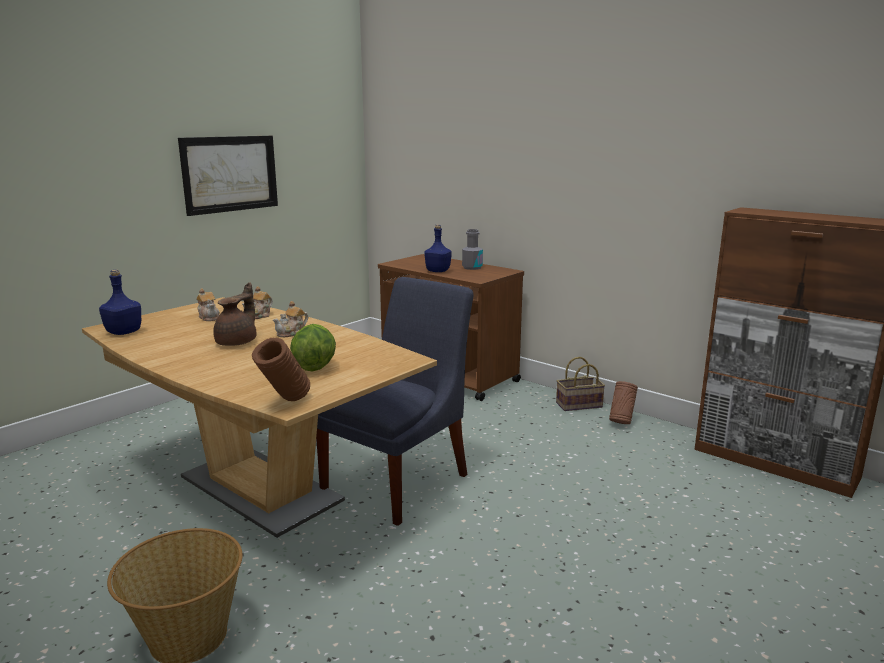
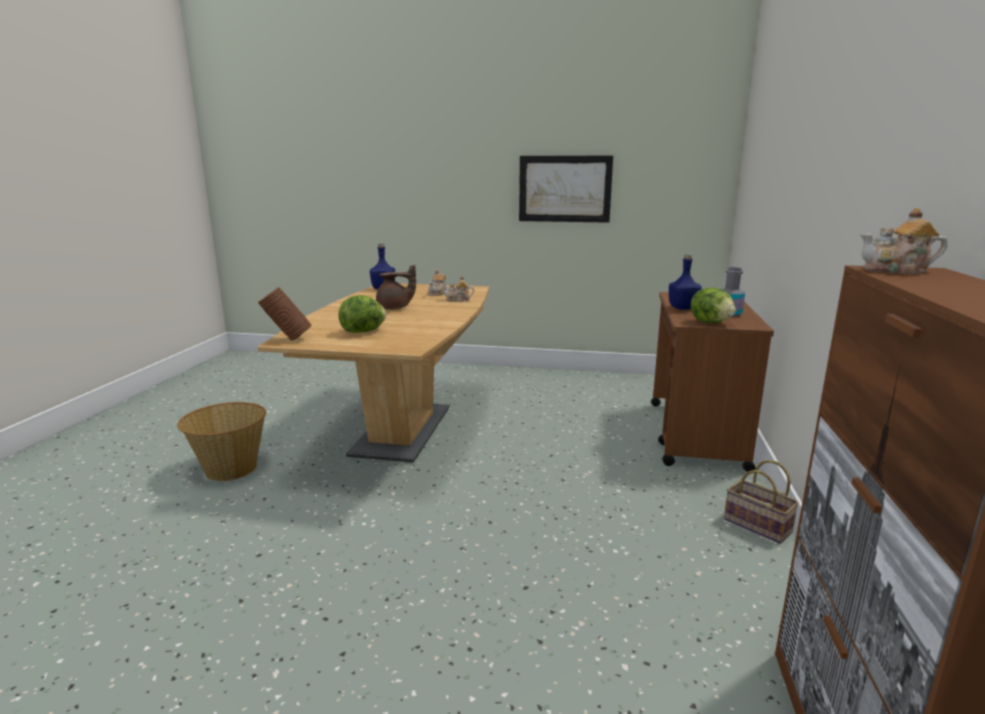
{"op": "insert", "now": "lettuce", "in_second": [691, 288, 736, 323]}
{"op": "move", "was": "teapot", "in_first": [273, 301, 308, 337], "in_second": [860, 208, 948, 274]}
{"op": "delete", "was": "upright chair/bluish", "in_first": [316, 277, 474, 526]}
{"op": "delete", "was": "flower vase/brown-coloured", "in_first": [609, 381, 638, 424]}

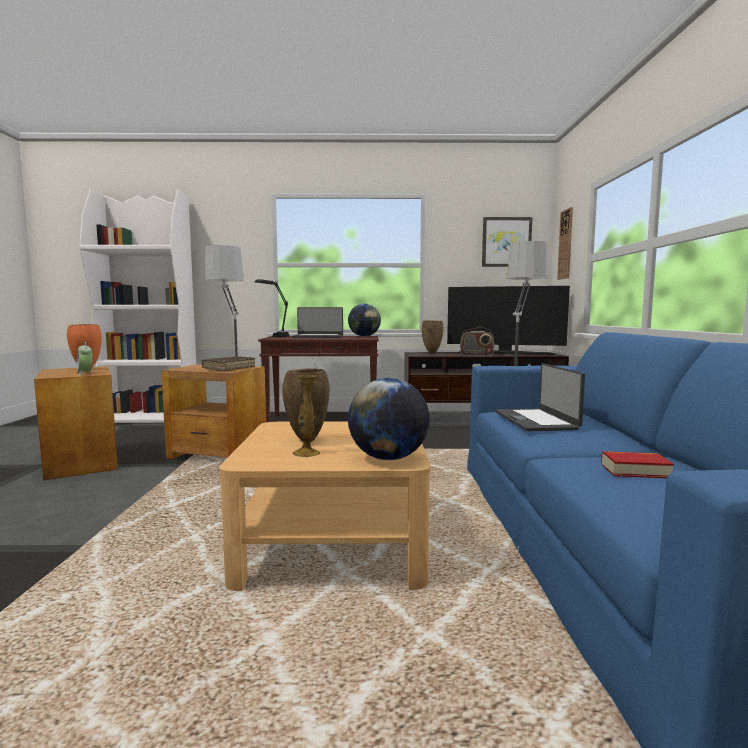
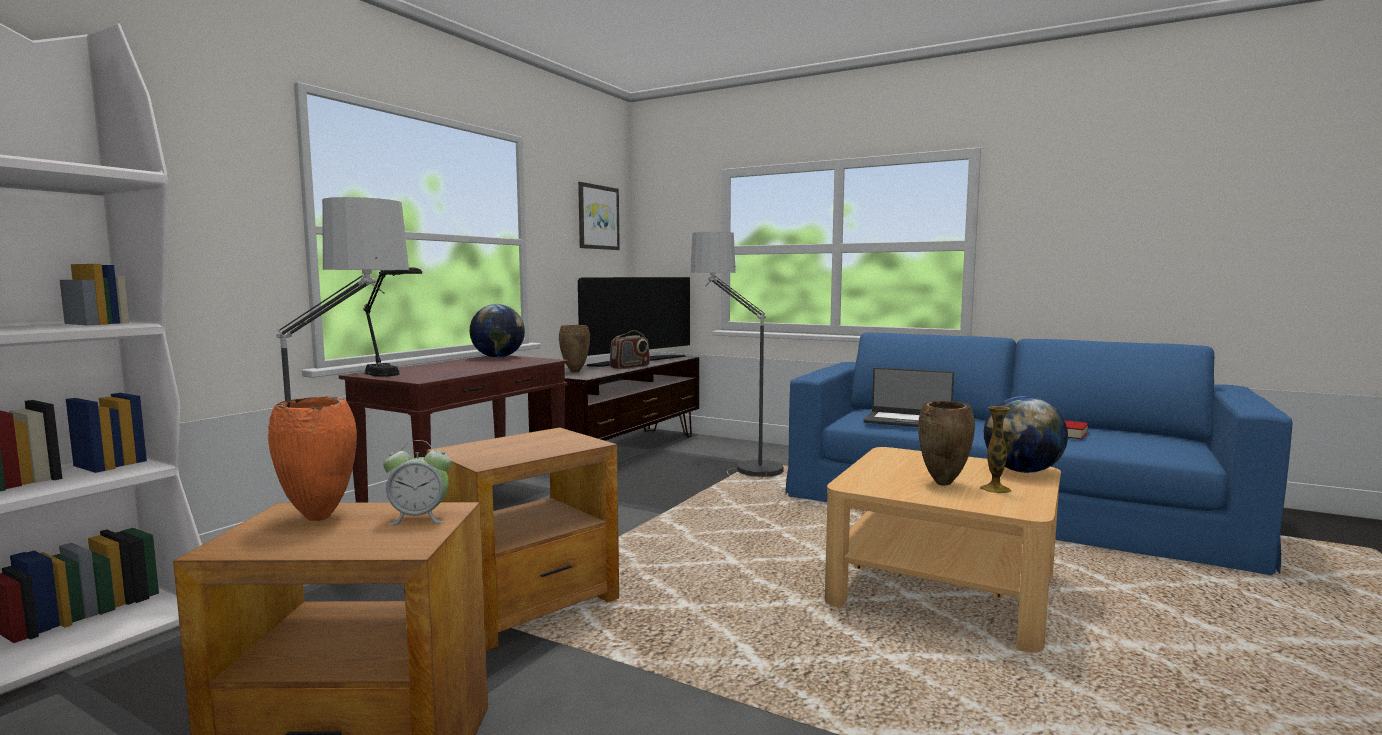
{"op": "delete", "was": "bound book/brown-coloured", "in_first": [202, 356, 255, 371]}
{"op": "delete", "was": "laptop", "in_first": [292, 307, 343, 338]}
{"op": "delete", "was": "clock on the wall", "in_first": [557, 207, 573, 280]}

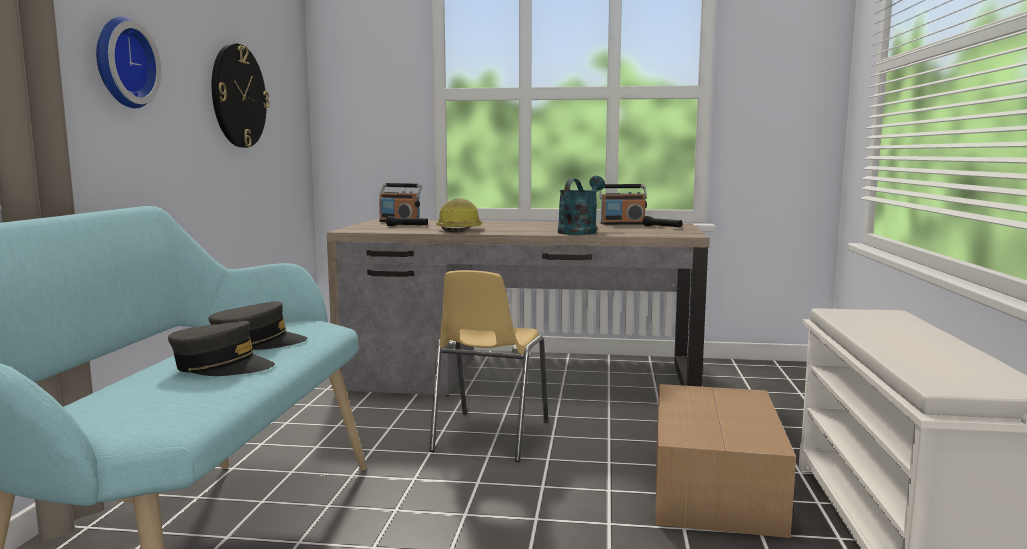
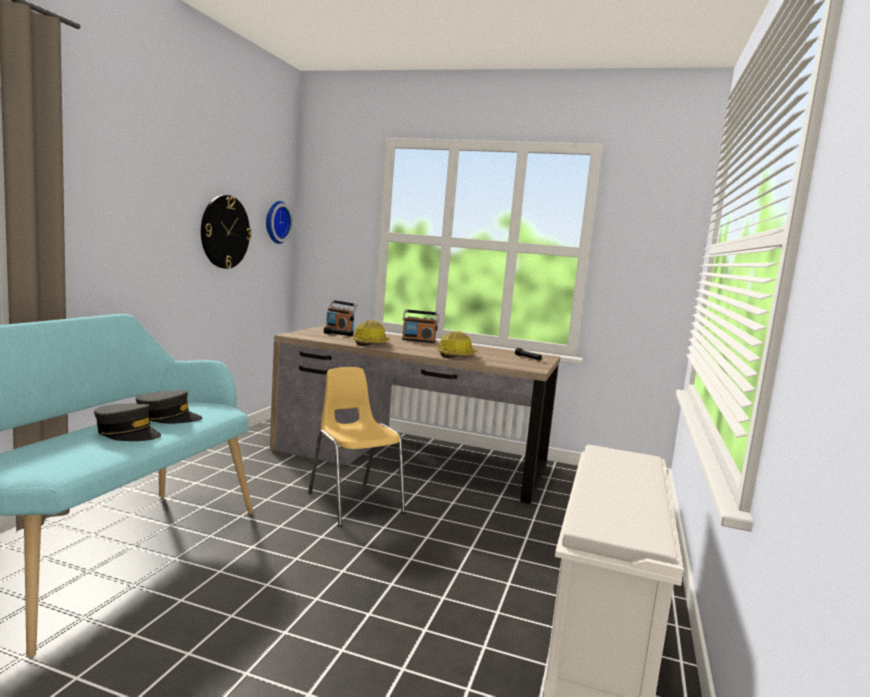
{"op": "move", "was": "clock on the wall", "in_first": [96, 17, 162, 108], "in_second": [266, 201, 293, 244]}
{"op": "rotate", "was": "upright chair/yellow-coloured", "in_first": [429, 270, 548, 462], "in_second": [308, 367, 405, 527], "clockwise": 120}
{"op": "move", "was": "radio set", "in_first": [599, 184, 647, 225], "in_second": [402, 309, 439, 343]}
{"op": "replace", "was": "watering can/turquoise-coloured", "now": "hard hat", "in_first": [558, 176, 605, 235], "in_second": [437, 331, 478, 358]}
{"op": "delete", "was": "cardboard box", "in_first": [655, 384, 796, 538]}

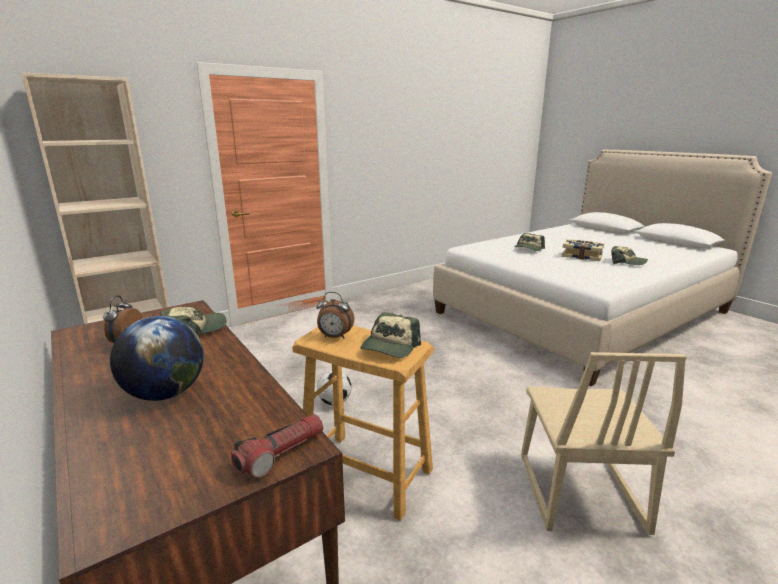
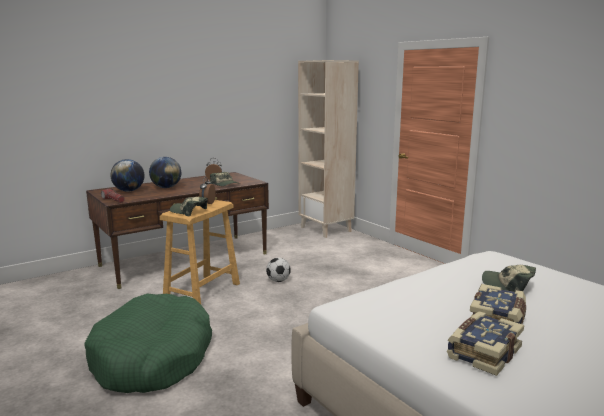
{"op": "replace", "was": "upright chair/beige", "now": "dog cushion/greenish", "in_first": [521, 352, 687, 535], "in_second": [84, 293, 212, 393]}
{"op": "insert", "now": "world globe", "in_second": [110, 159, 144, 192]}
{"op": "replace", "was": "baseball cap", "now": "bound book", "in_first": [611, 246, 648, 265], "in_second": [447, 311, 524, 376]}

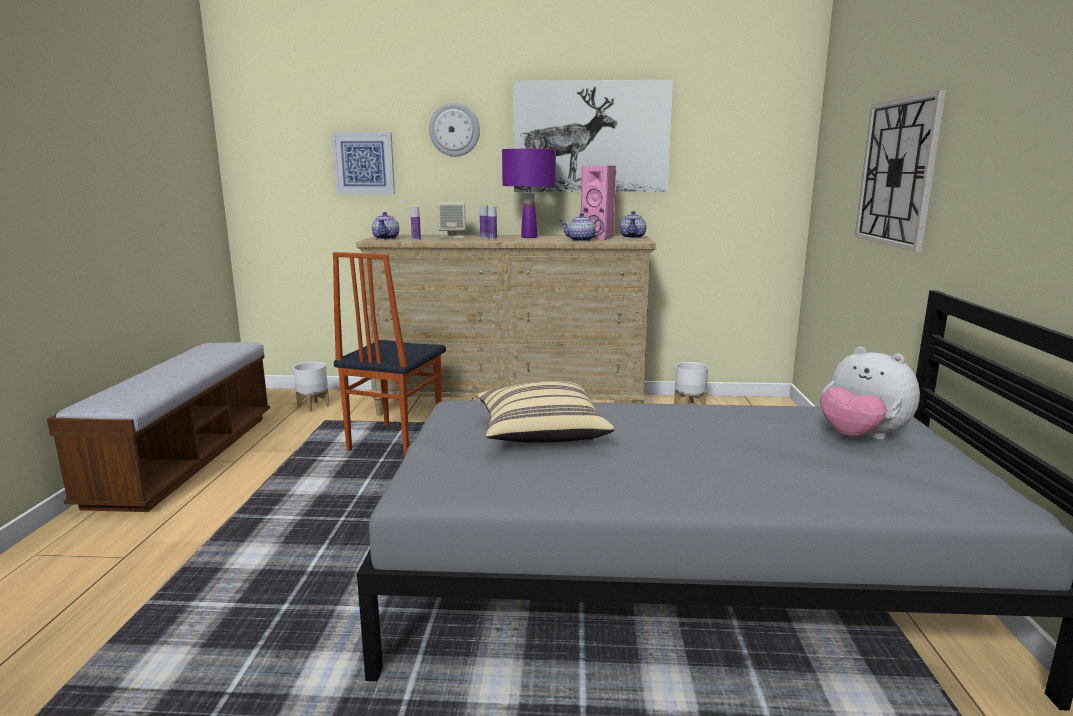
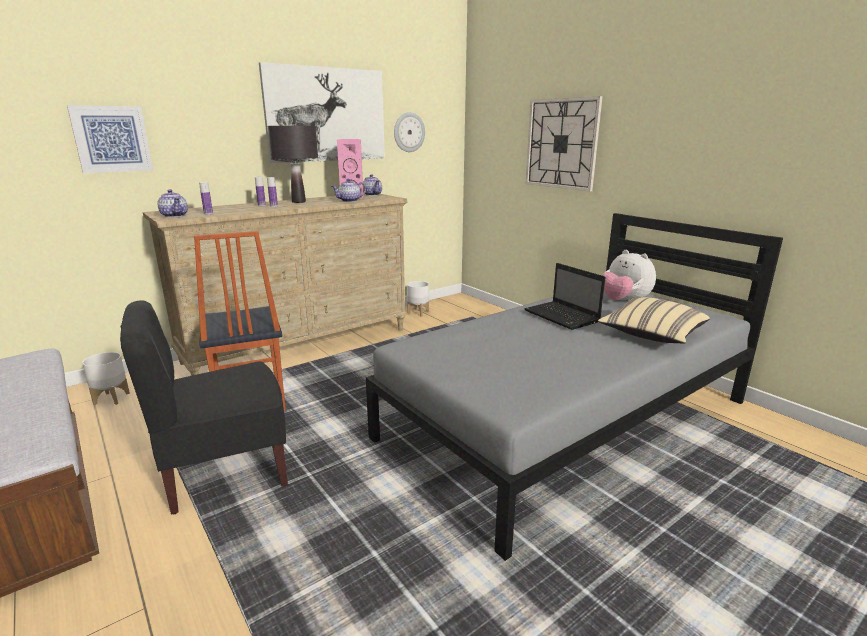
{"op": "insert", "now": "upright chair/black-coloured", "in_second": [120, 300, 288, 515]}
{"op": "recolor", "was": "table lamp/purplish", "now": "table lamp/black-coloured", "in_first": [502, 149, 556, 238], "in_second": [268, 126, 318, 203]}
{"op": "move", "was": "clock on the wall", "in_first": [429, 103, 480, 157], "in_second": [394, 112, 425, 152]}
{"op": "insert", "now": "laptop", "in_second": [524, 263, 606, 330]}
{"op": "move", "was": "pillow/beige", "in_first": [477, 381, 614, 443], "in_second": [598, 297, 710, 343]}
{"op": "rotate", "was": "cuddly toy", "in_first": [820, 346, 920, 440], "in_second": [602, 250, 656, 301], "clockwise": 45}
{"op": "delete", "was": "audio speaker/beige", "in_first": [437, 202, 466, 238]}

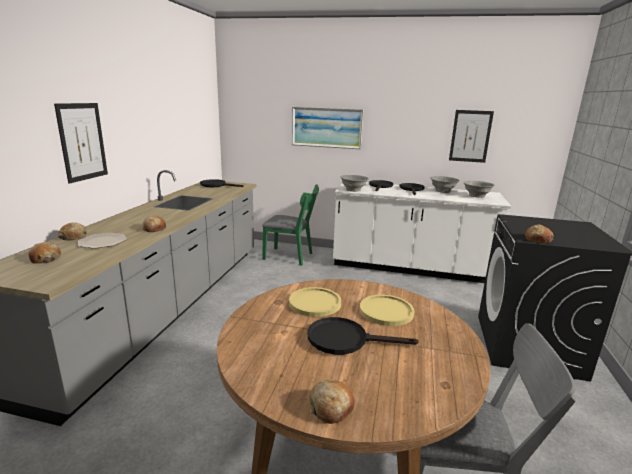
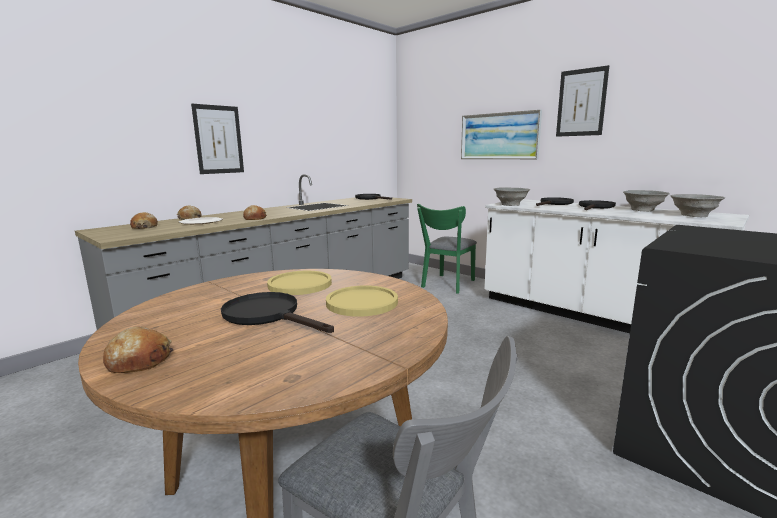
{"op": "rotate", "was": "upright chair/greenish", "in_first": [262, 184, 319, 266], "in_second": [417, 204, 477, 293], "clockwise": 75}
{"op": "move", "was": "picture", "in_first": [449, 110, 494, 163], "in_second": [556, 65, 609, 137]}
{"op": "delete", "was": "bread", "in_first": [525, 225, 554, 243]}

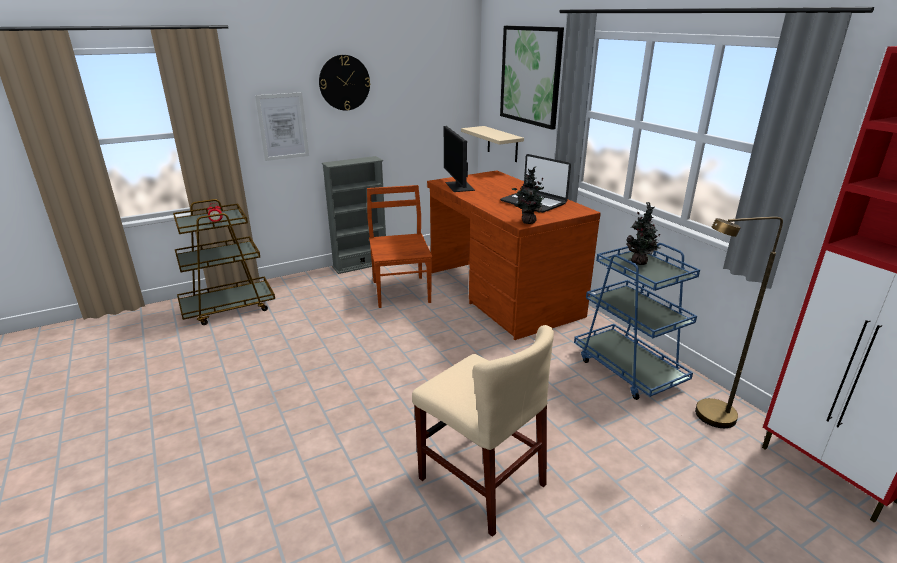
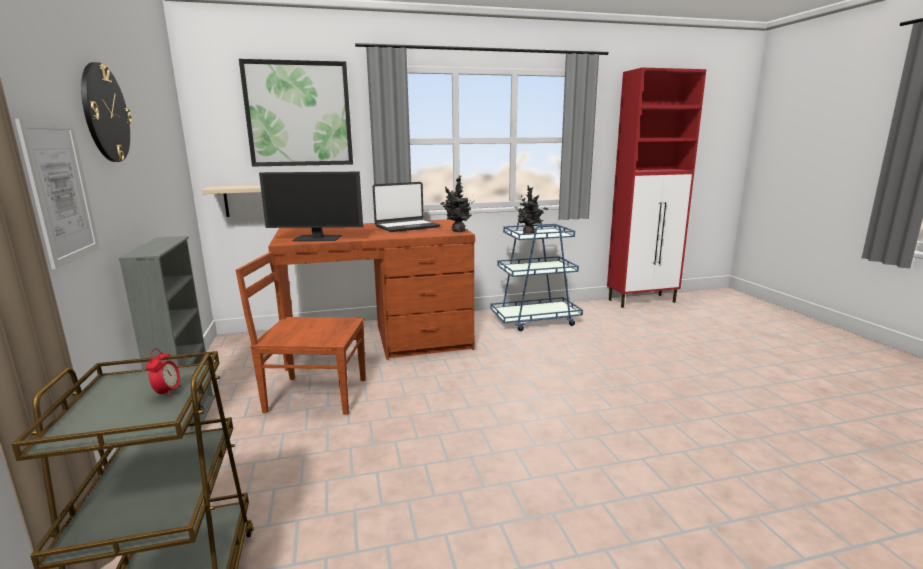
{"op": "delete", "was": "upright chair/beige", "in_first": [412, 325, 554, 537]}
{"op": "delete", "was": "floor lamp/brown-coloured", "in_first": [695, 217, 783, 428]}

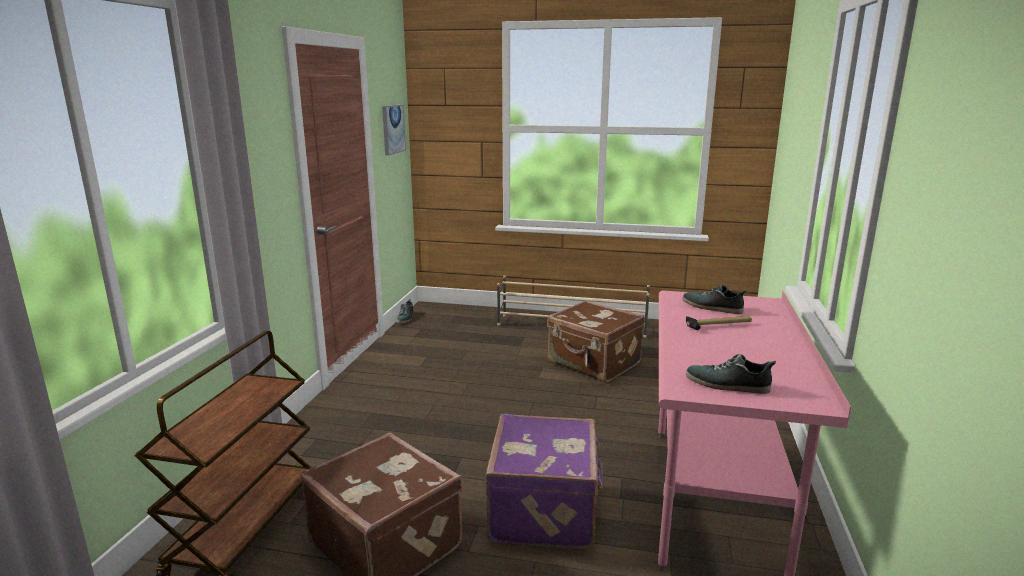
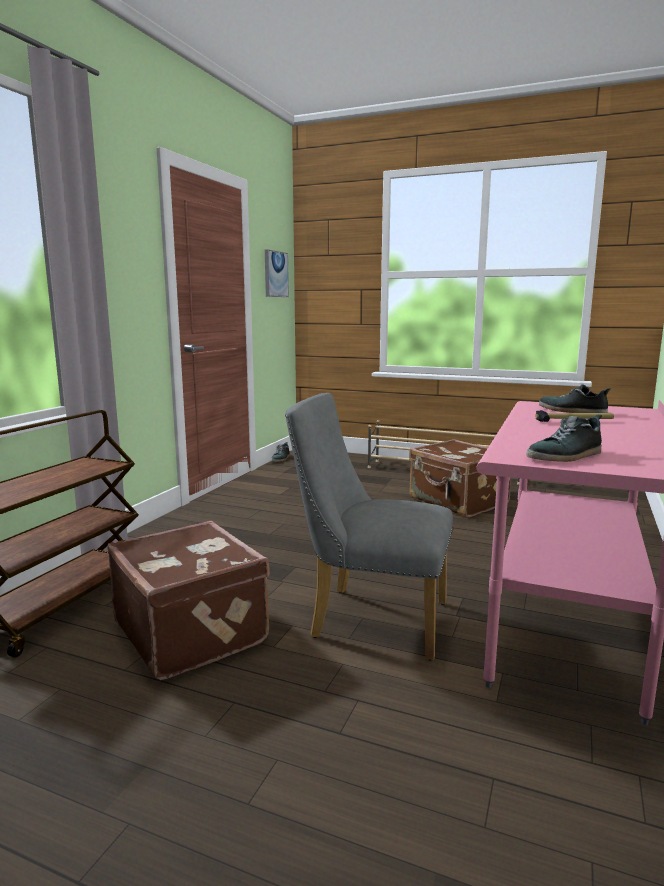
{"op": "replace", "was": "travel case/purplish", "now": "upright chair/gray", "in_first": [485, 414, 603, 549], "in_second": [285, 393, 453, 661]}
{"op": "rotate", "was": "item of footwear", "in_first": [686, 354, 776, 394], "in_second": [526, 414, 602, 462], "clockwise": -60}

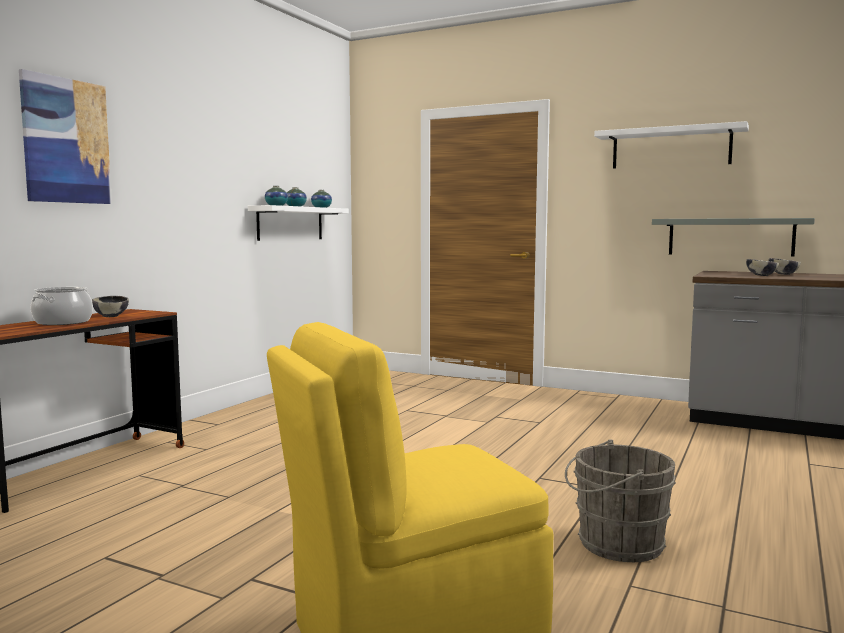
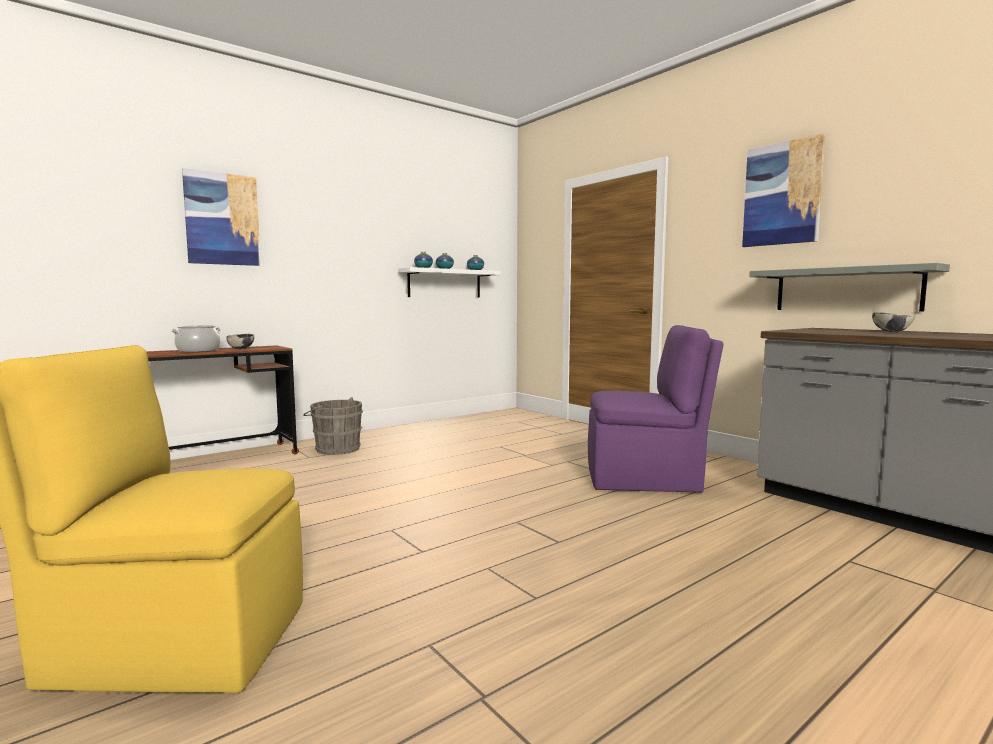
{"op": "move", "was": "bucket/gray", "in_first": [565, 440, 676, 562], "in_second": [303, 397, 363, 455]}
{"op": "insert", "now": "upright chair/purplish", "in_second": [588, 325, 724, 493]}
{"op": "replace", "was": "bracket shelf/white", "now": "picture", "in_first": [594, 121, 749, 169], "in_second": [742, 133, 826, 247]}
{"op": "delete", "was": "deep dish", "in_first": [746, 259, 779, 276]}

